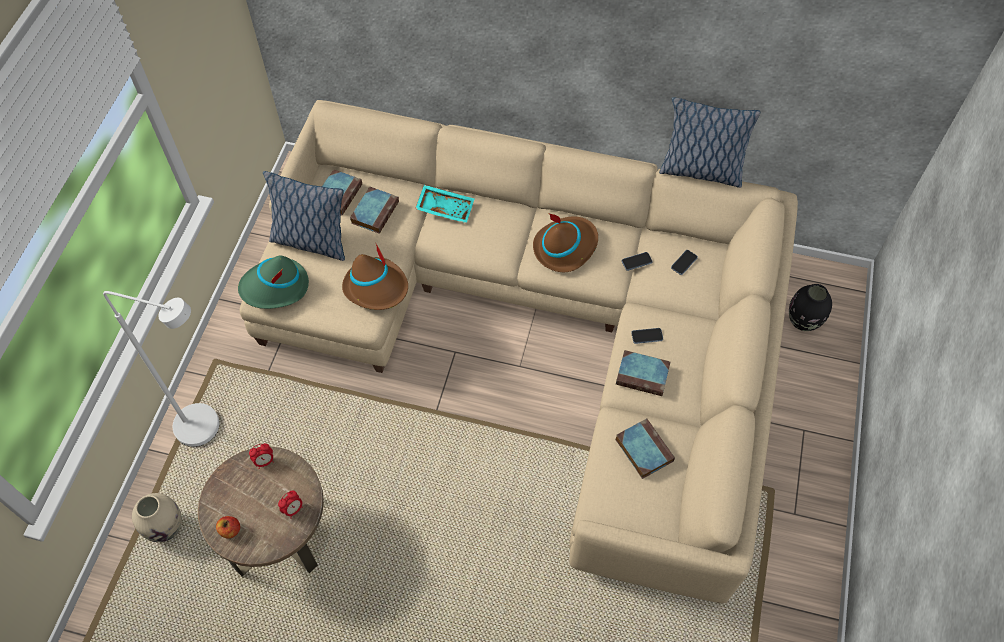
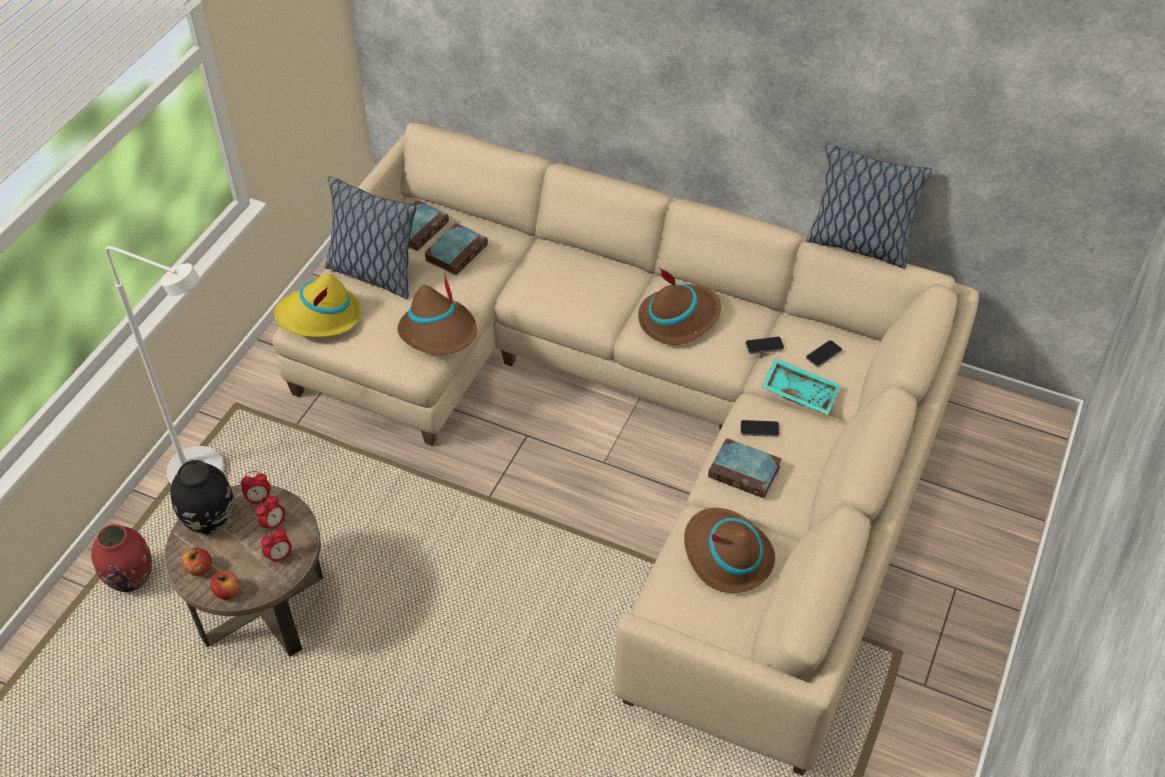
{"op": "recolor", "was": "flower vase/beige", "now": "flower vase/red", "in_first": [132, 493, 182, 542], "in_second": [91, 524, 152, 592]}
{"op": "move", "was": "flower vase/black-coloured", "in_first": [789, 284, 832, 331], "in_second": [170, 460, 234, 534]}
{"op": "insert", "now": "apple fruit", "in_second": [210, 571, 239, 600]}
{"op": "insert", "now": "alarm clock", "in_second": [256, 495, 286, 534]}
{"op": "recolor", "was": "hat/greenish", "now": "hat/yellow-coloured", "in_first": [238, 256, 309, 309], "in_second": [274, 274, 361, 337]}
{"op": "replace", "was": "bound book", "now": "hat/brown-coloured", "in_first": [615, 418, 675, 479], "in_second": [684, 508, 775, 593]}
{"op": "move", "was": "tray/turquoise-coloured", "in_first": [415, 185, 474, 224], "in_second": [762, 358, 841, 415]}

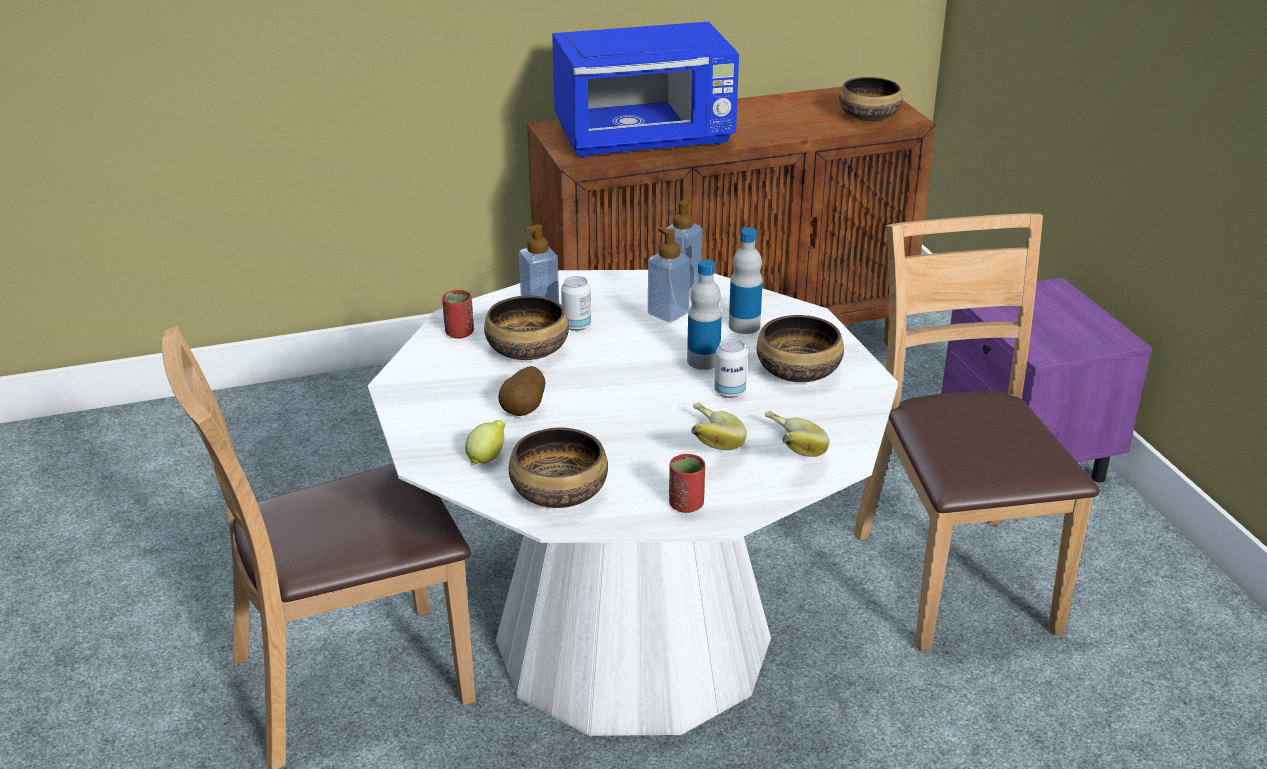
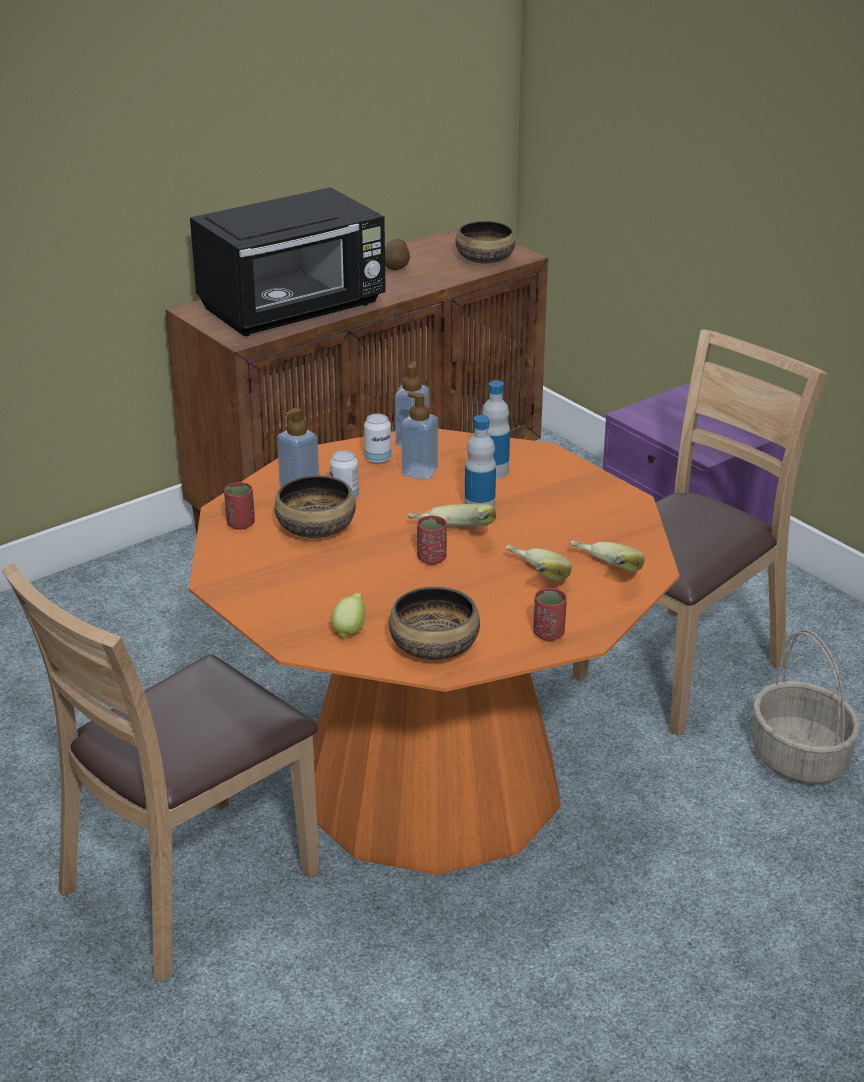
{"op": "recolor", "was": "dinner table/white", "now": "dinner table/orangey", "in_first": [368, 270, 898, 736], "in_second": [189, 429, 680, 875]}
{"op": "recolor", "was": "microwave/bluish", "now": "microwave/black-coloured", "in_first": [552, 22, 739, 157], "in_second": [190, 187, 386, 336]}
{"op": "move", "was": "metal can", "in_first": [715, 339, 748, 398], "in_second": [364, 414, 391, 464]}
{"op": "move", "was": "spud", "in_first": [498, 366, 545, 416], "in_second": [385, 238, 410, 270]}
{"op": "insert", "now": "whole banana", "in_second": [407, 504, 496, 526]}
{"op": "insert", "now": "small cup/red", "in_second": [417, 515, 447, 565]}
{"op": "rotate", "was": "upright chair/brown-coloured", "in_first": [853, 213, 1100, 651], "in_second": [572, 329, 827, 736], "clockwise": 75}
{"op": "insert", "now": "basket", "in_second": [753, 629, 861, 785]}
{"op": "delete", "was": "deep dish", "in_first": [757, 315, 844, 382]}

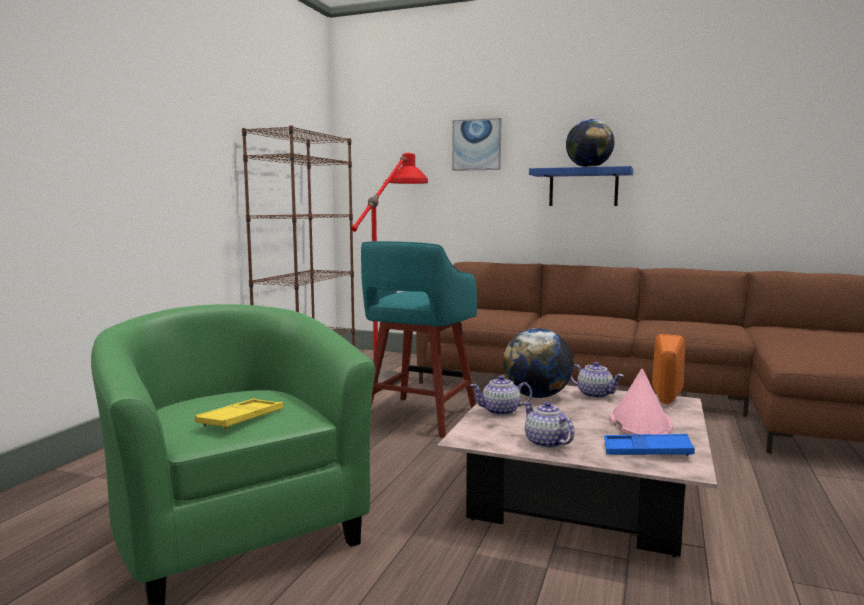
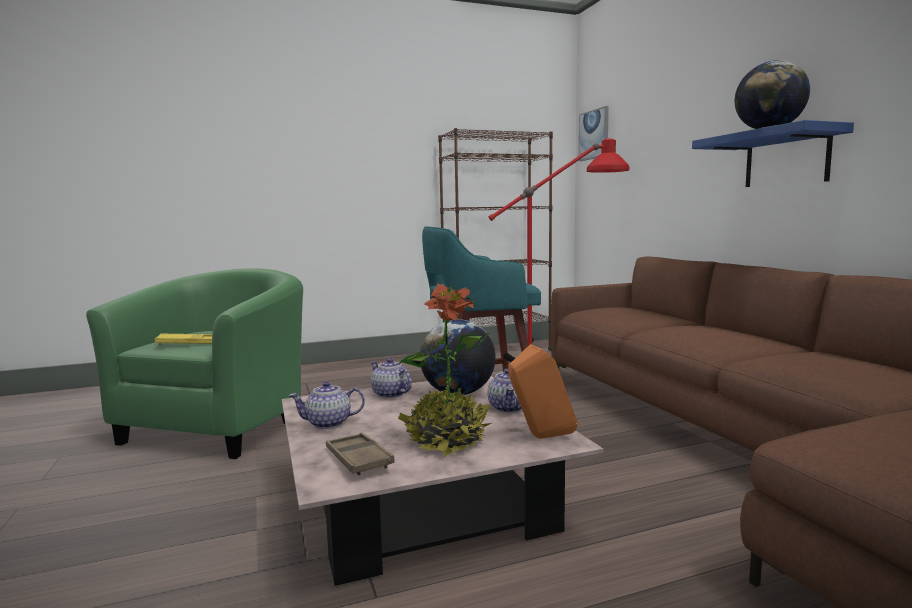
{"op": "rotate", "was": "teapot", "in_first": [524, 401, 575, 448], "in_second": [288, 381, 365, 429], "clockwise": -120}
{"op": "recolor", "was": "tray/bluish", "now": "tray/brown-coloured", "in_first": [604, 434, 695, 456], "in_second": [326, 432, 395, 475]}
{"op": "replace", "was": "hat/pink-coloured", "now": "plant in a pot", "in_first": [610, 369, 673, 435], "in_second": [398, 283, 492, 457]}
{"op": "move", "was": "picture", "in_first": [452, 118, 502, 171], "in_second": [578, 106, 609, 161]}

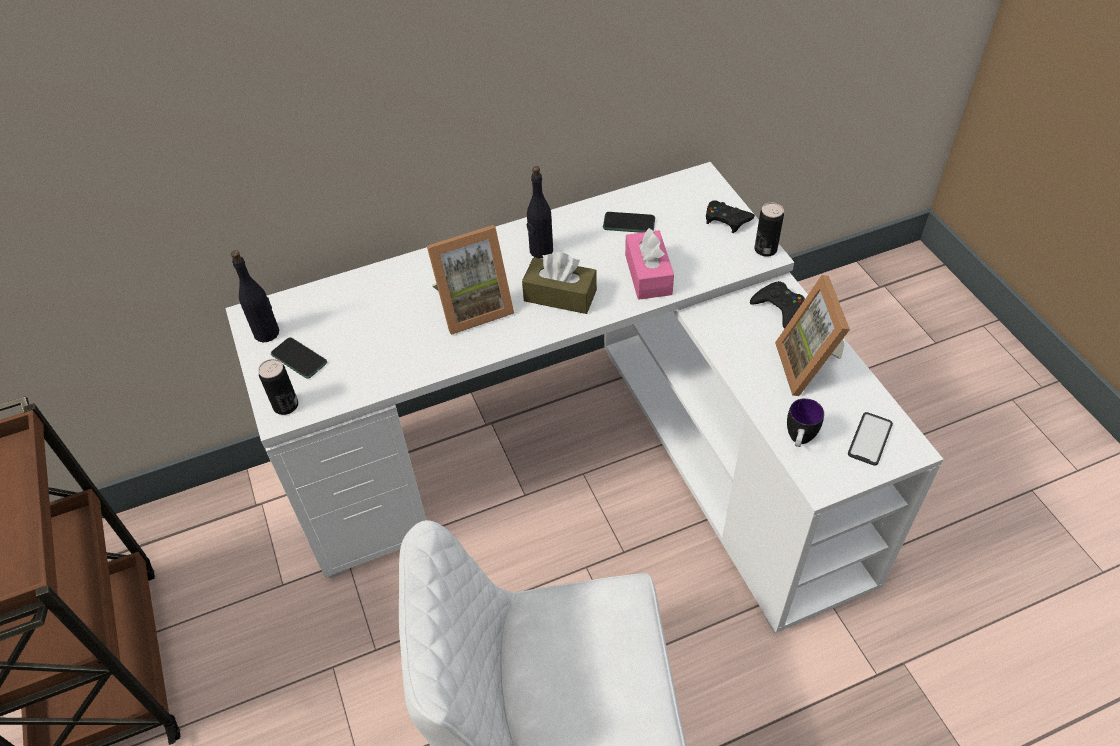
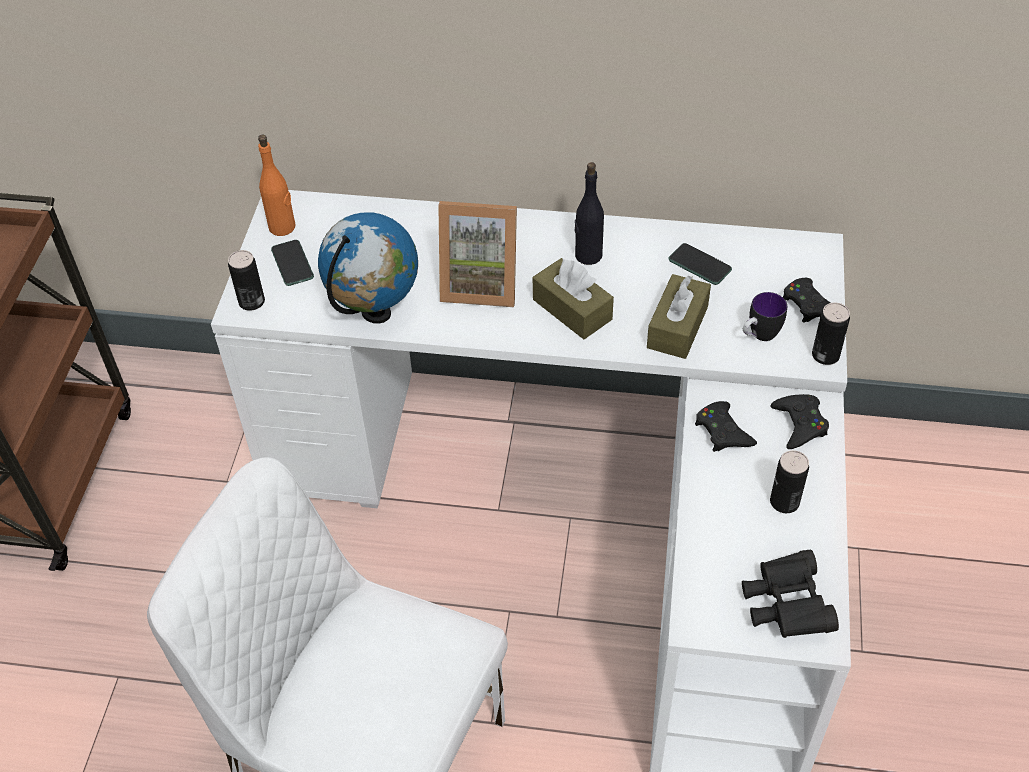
{"op": "recolor", "was": "drink bottle/black-coloured", "now": "drink bottle/orangey", "in_first": [231, 250, 279, 342], "in_second": [258, 135, 296, 236]}
{"op": "insert", "now": "world globe", "in_second": [318, 212, 418, 324]}
{"op": "recolor", "was": "tissue holder/pink-coloured", "now": "tissue holder/brown-coloured", "in_first": [625, 228, 674, 300], "in_second": [647, 274, 711, 359]}
{"op": "insert", "now": "joypad/black-coloured", "in_second": [695, 401, 757, 452]}
{"op": "replace", "was": "handset", "now": "pair of binoculars/black-coloured", "in_first": [848, 412, 893, 466], "in_second": [742, 550, 839, 638]}
{"op": "move", "was": "mug", "in_first": [787, 398, 824, 447], "in_second": [743, 292, 787, 341]}
{"op": "replace", "was": "picture frame", "now": "metal can", "in_first": [775, 275, 850, 396], "in_second": [770, 450, 809, 513]}

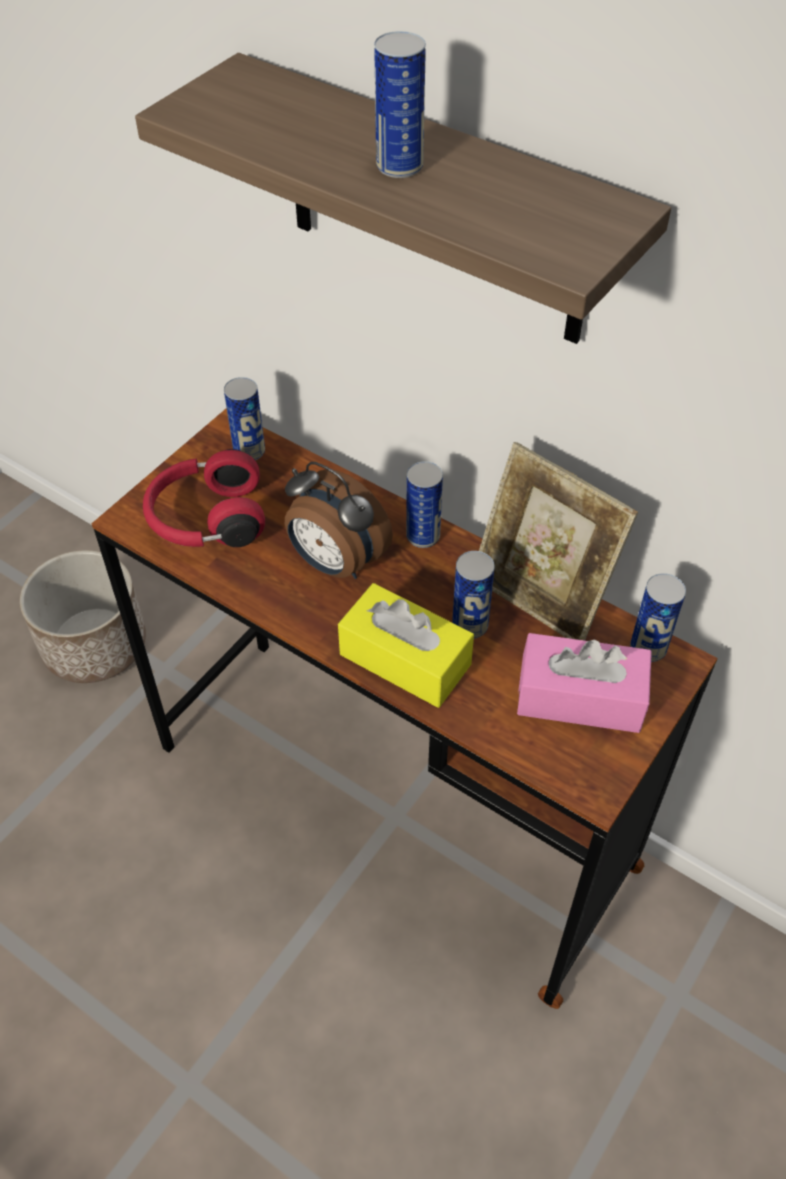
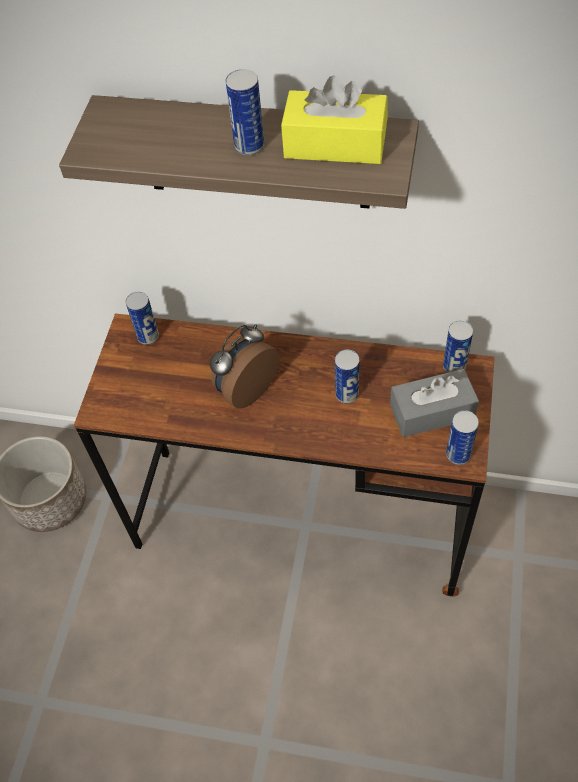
{"op": "rotate", "was": "alarm clock", "in_first": [285, 462, 393, 579], "in_second": [210, 324, 280, 409], "clockwise": 120}
{"op": "move", "was": "tissue holder/yellow-coloured", "in_first": [338, 583, 474, 708], "in_second": [281, 75, 388, 164]}
{"op": "recolor", "was": "tissue holder/pink-coloured", "now": "tissue holder/gray", "in_first": [517, 633, 652, 733], "in_second": [390, 369, 479, 437]}
{"op": "move", "was": "metal can", "in_first": [406, 461, 443, 548], "in_second": [446, 411, 479, 465]}
{"op": "delete", "was": "headphones/red", "in_first": [143, 449, 265, 547]}
{"op": "delete", "was": "picture frame", "in_first": [479, 442, 638, 641]}

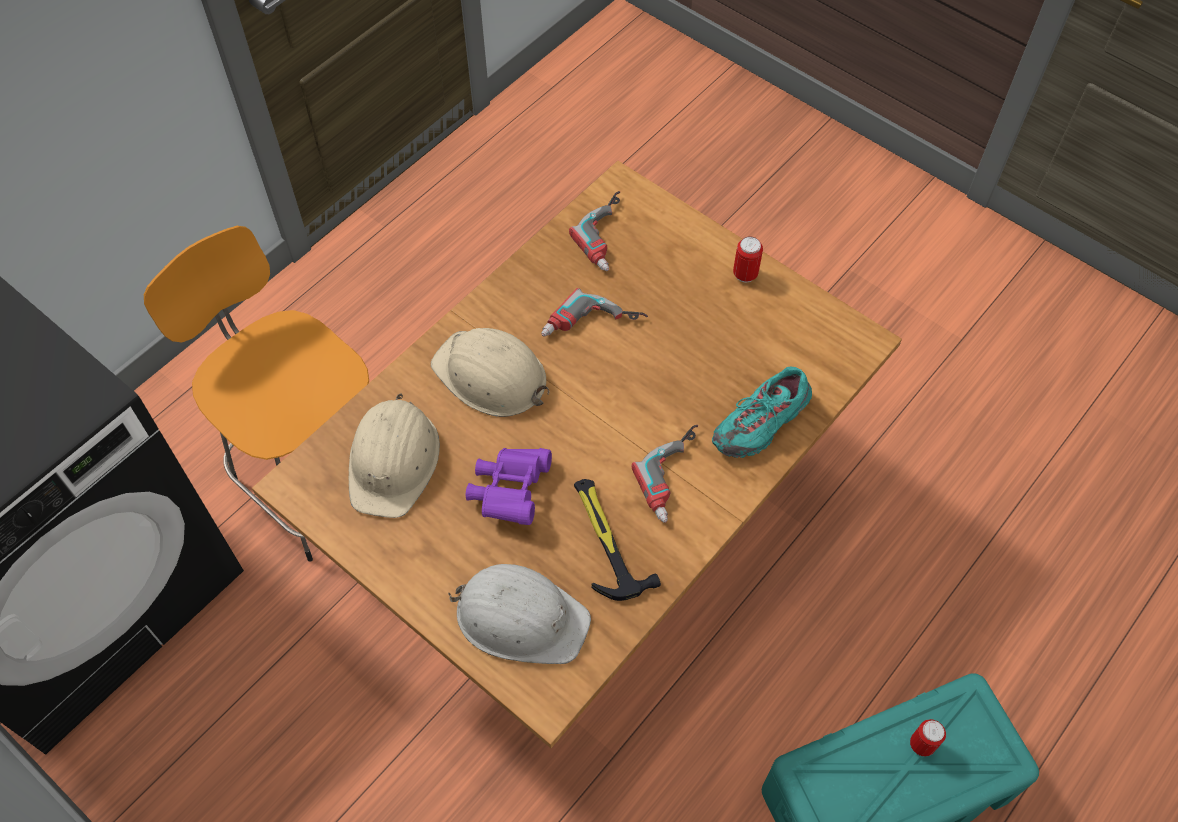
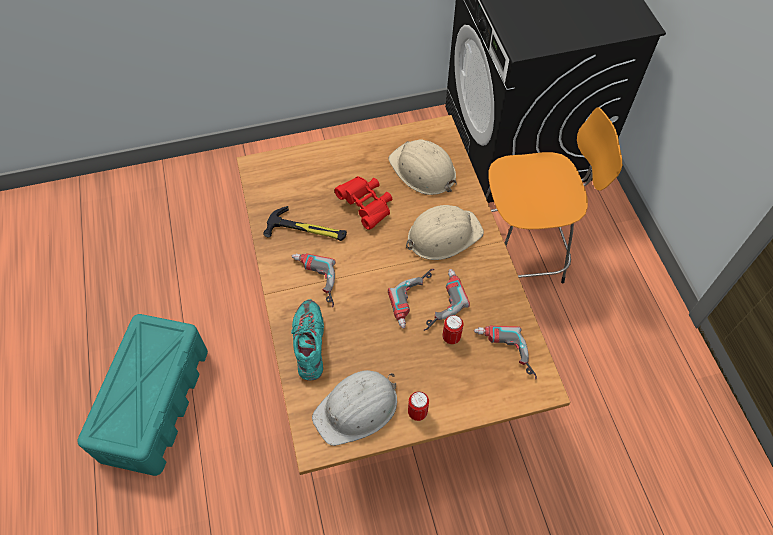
{"op": "move", "was": "hard hat/white", "in_first": [448, 564, 591, 664], "in_second": [312, 370, 397, 446]}
{"op": "recolor", "was": "pair of binoculars/purplish", "now": "pair of binoculars/red", "in_first": [466, 448, 552, 525], "in_second": [335, 176, 392, 230]}
{"op": "insert", "now": "power drill", "in_second": [388, 269, 434, 329]}
{"op": "move", "was": "metal can", "in_first": [910, 719, 946, 757], "in_second": [442, 315, 463, 344]}

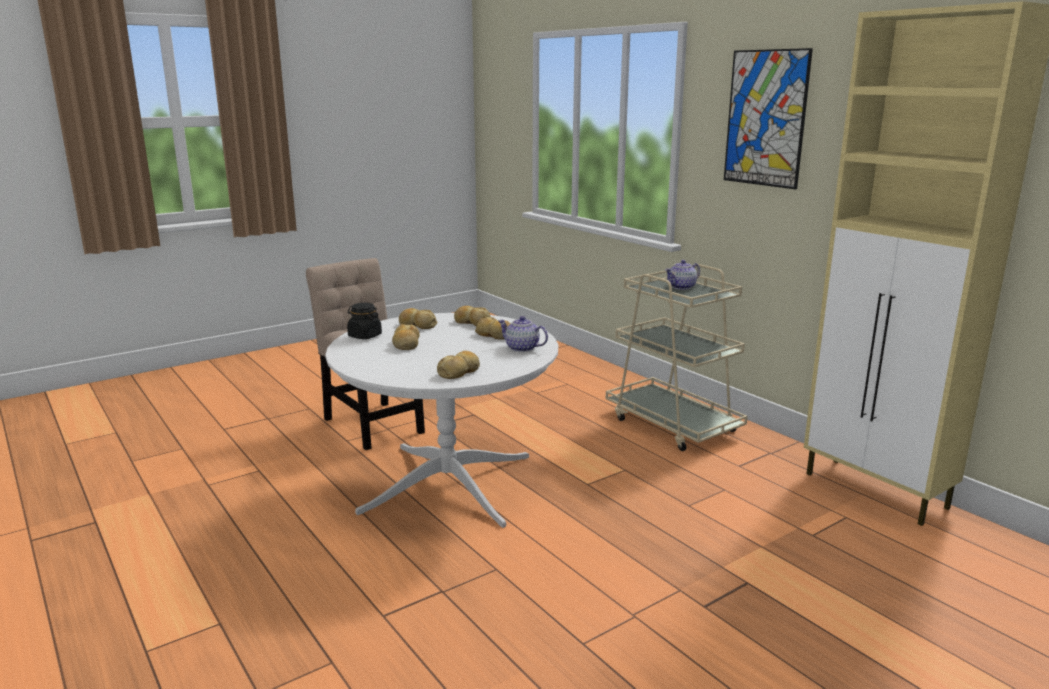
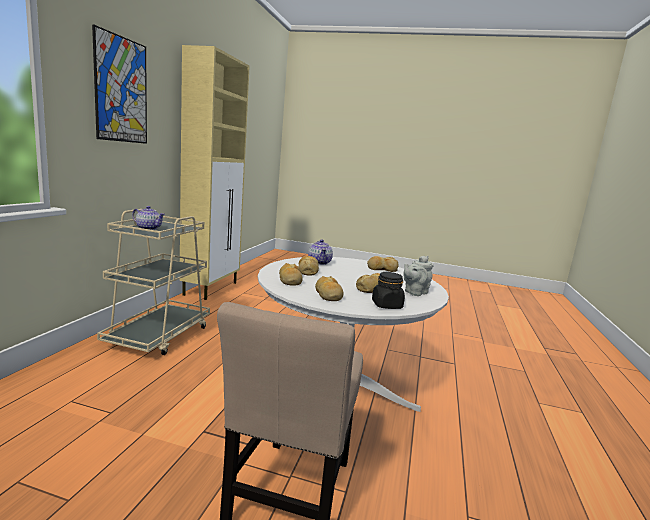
{"op": "insert", "now": "teapot/gray", "in_second": [403, 256, 433, 296]}

